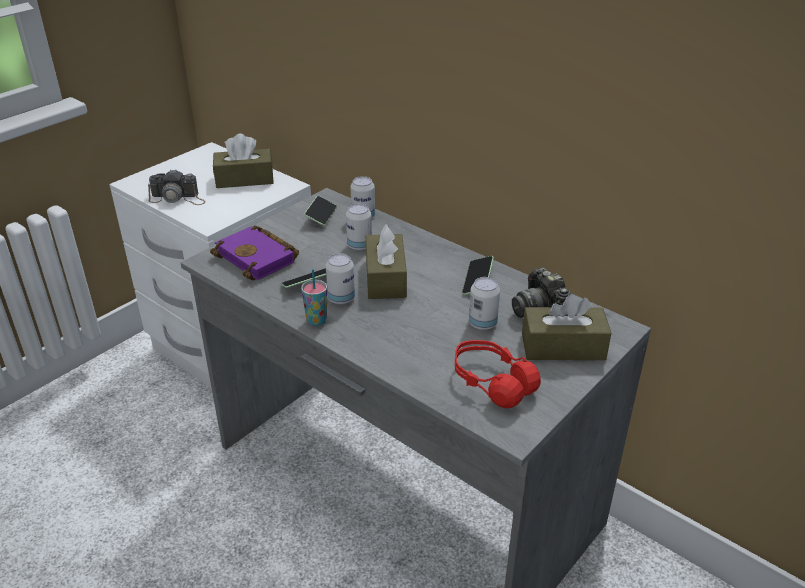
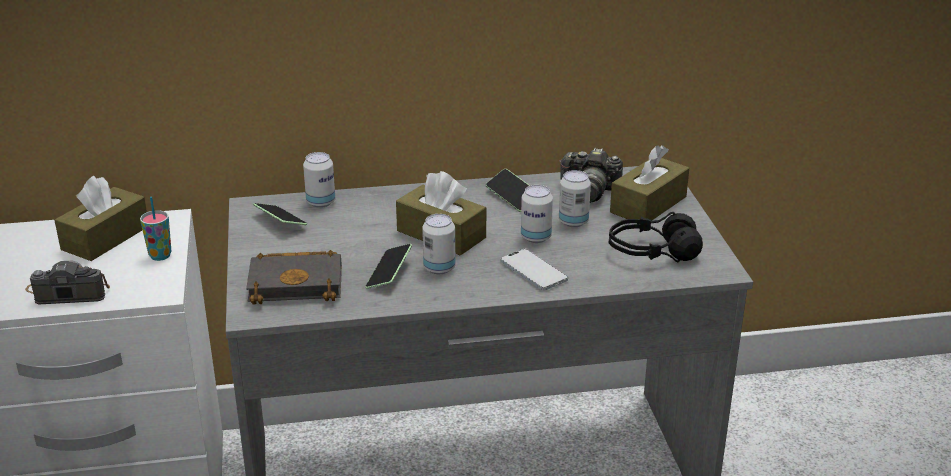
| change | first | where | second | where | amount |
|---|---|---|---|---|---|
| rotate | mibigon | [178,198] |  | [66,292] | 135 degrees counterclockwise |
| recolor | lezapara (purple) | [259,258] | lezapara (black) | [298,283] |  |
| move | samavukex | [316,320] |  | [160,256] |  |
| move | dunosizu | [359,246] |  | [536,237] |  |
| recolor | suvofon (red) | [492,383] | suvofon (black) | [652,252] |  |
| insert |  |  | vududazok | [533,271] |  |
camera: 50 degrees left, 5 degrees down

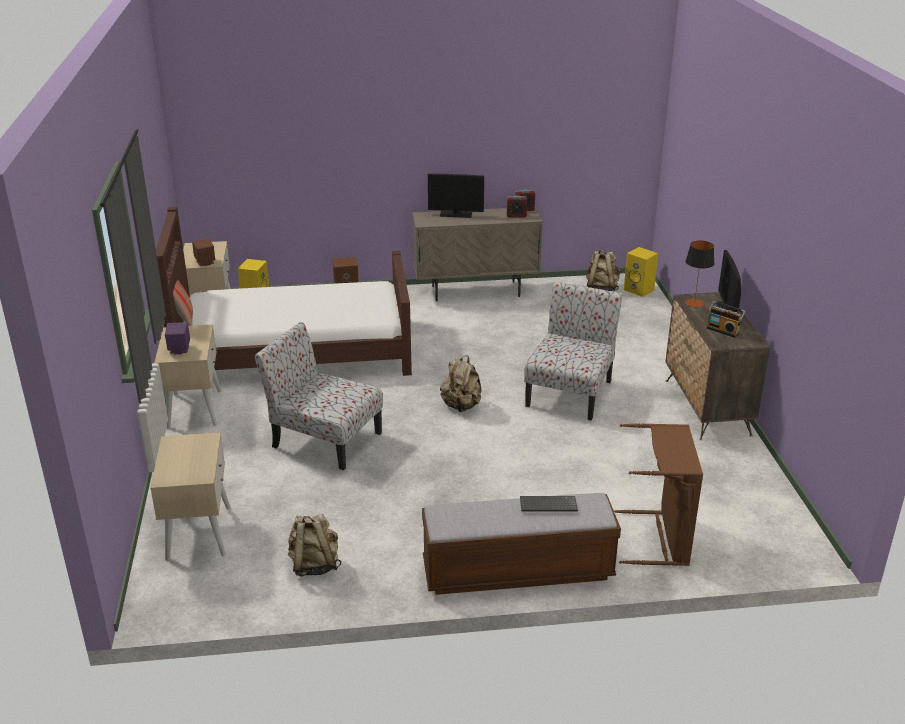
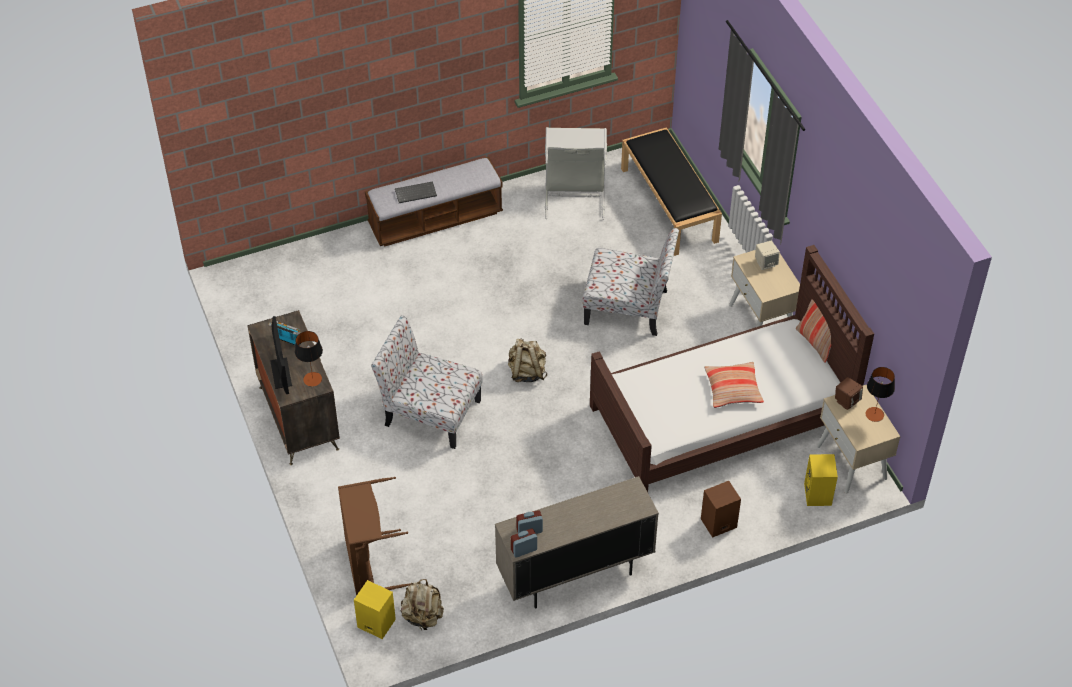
| change | first | where | second | where | amount |
|---|---|---|---|---|---|
| replace | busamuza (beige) | [198,532] | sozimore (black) | [670,205] |  |
| recolor | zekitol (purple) | [179,349] | zekitol (beige) | [765,263] |  |
| replace | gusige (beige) | [314,565] | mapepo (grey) | [574,197] |  |
| delete | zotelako | [456,214] |  |  |  |
| rotate | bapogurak | [570,392] |  | [430,412] | 105 degrees clockwise |
| move | mapepo (brown) | [660,538] |  | [369,564] |  |
| insert |  |  | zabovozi | [733,389] |  |
| insert |  |  | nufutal | [874,414] |  |
camera: 165 degrees right, 20 degrees up

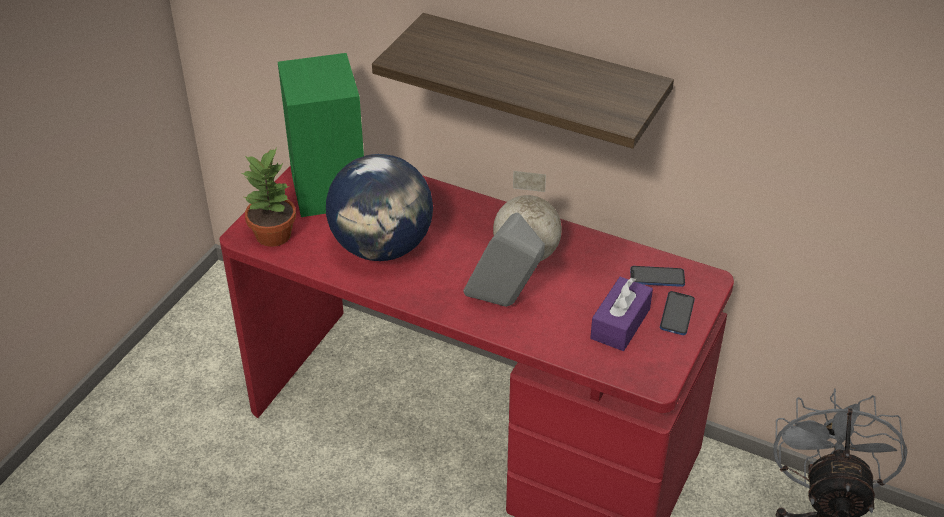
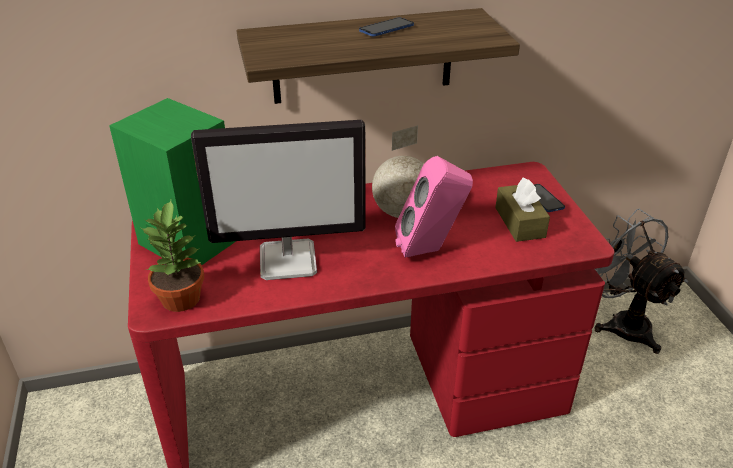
| change | first | where | second | where | amount |
|---|---|---|---|---|---|
| replace | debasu | [382,247] | zotelako | [289,260] |  |
| recolor | zekitol (grey) | [505,303] | zekitol (pink) | [430,250] |  |
| recolor | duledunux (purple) | [620,324] | duledunux (brown) | [519,222] |  |
| move | vududazok | [657,277] |  | [386,29] |  |
camera: 40 degrees left, 5 degrees down

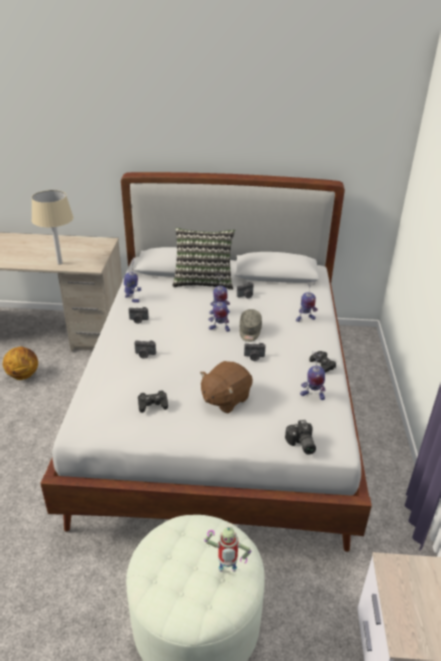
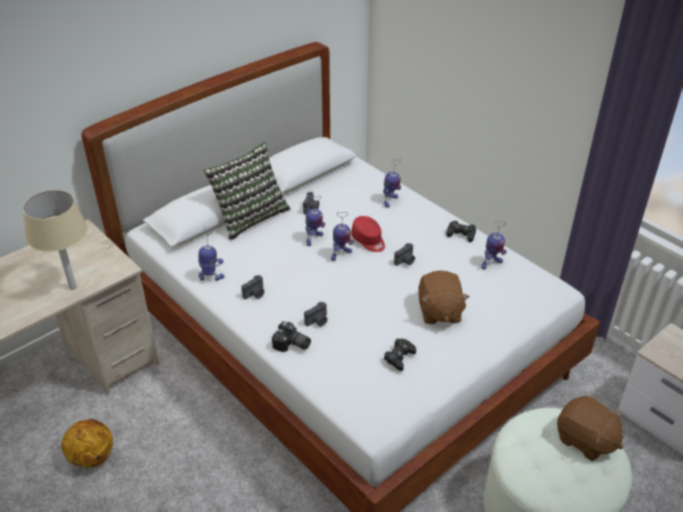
| change | first | where | second | where | amount |
|---|---|---|---|---|---|
| replace | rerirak | [226,572] | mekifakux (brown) | [585,440] |  |
| recolor | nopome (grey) | [250,331] | nopome (red) | [368,240] |  |
| move | mibigon | [301,444] |  | [292,345] |  |
camera: 45 degrees left, 5 degrees up

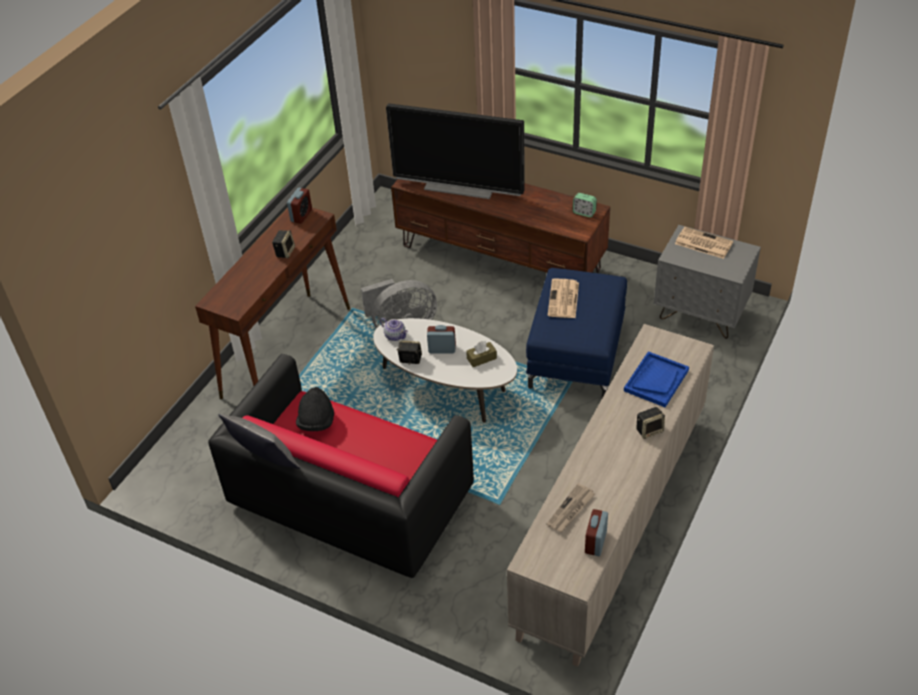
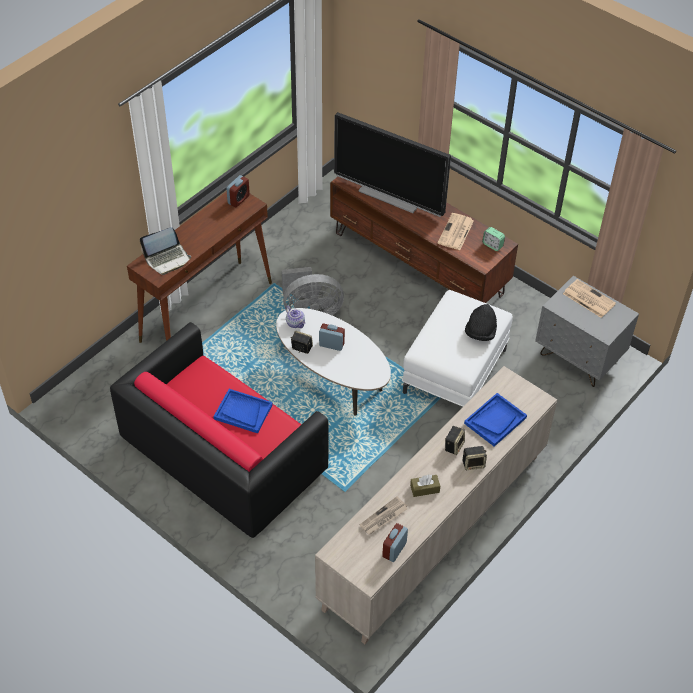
| change | first | where | second | where | amount |
|---|---|---|---|---|---|
| delete | zabovozi (grey) | [264,462] |  |  |  |
| move | zekitol | [285,251] |  | [454,446] |  |
| move | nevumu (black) | [316,422] |  | [480,332] |  |
| move | duledunux (brown) | [481,358] |  | [424,489] |  |
| recolor | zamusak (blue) | [577,355] | zamusak (white) | [455,372] |  |
| move | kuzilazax | [563,299] |  | [455,232] |  |
| insert |  |  | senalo | [167,259] |  |
| insert |  |  | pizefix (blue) | [243,412] |  |
camera: 10 degrees right, 5 degrees up

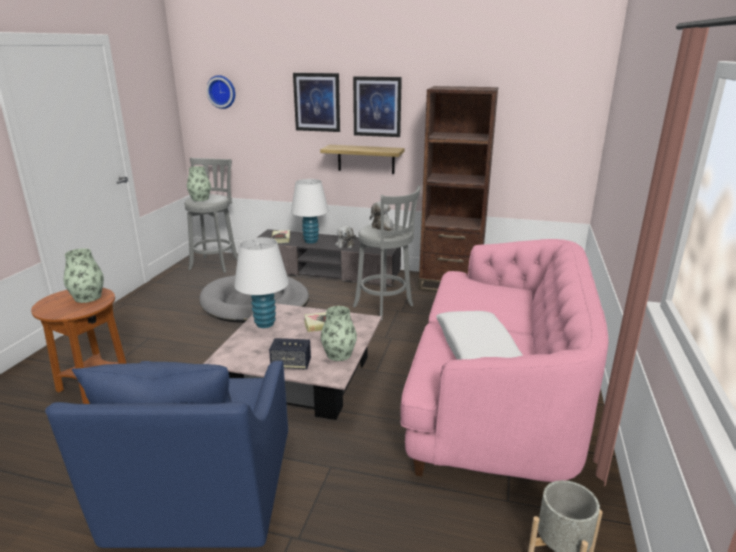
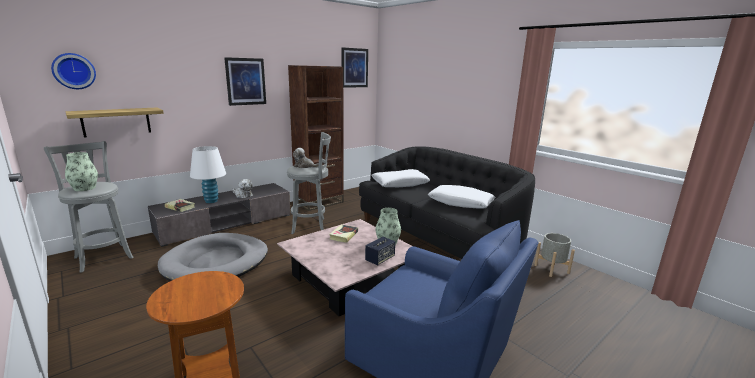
| change | first | where | second | where | amount |
|---|---|---|---|---|---|
| delete | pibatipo | [88,297] |  |  |  |
| delete | nufutal (white) | [265,324] |  |  |  |
| move | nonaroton | [317,102] |  | [354,68] |  |
| move | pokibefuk | [366,159] |  | [116,122] |  |
| recolor | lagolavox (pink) | [495,396] | lagolavox (black) | [437,236] |  |
| insert |  |  | zabovozi (white) | [400,184] |  |
camera: 55 degrees left, 5 degrees down

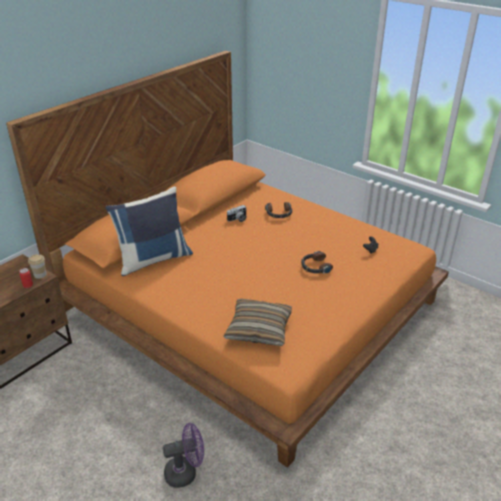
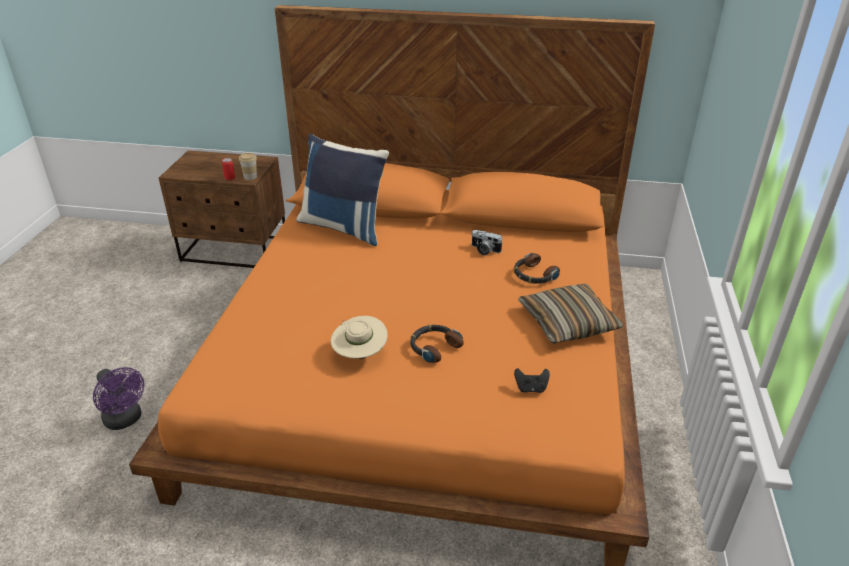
| change | first | where | second | where | amount |
|---|---|---|---|---|---|
| move | zabovozi | [259,329] |  | [568,323] |  |
| insert |  |  | nevumu (beige) | [360,354] |  |
camera: 60 degrees right, 0 degrees up

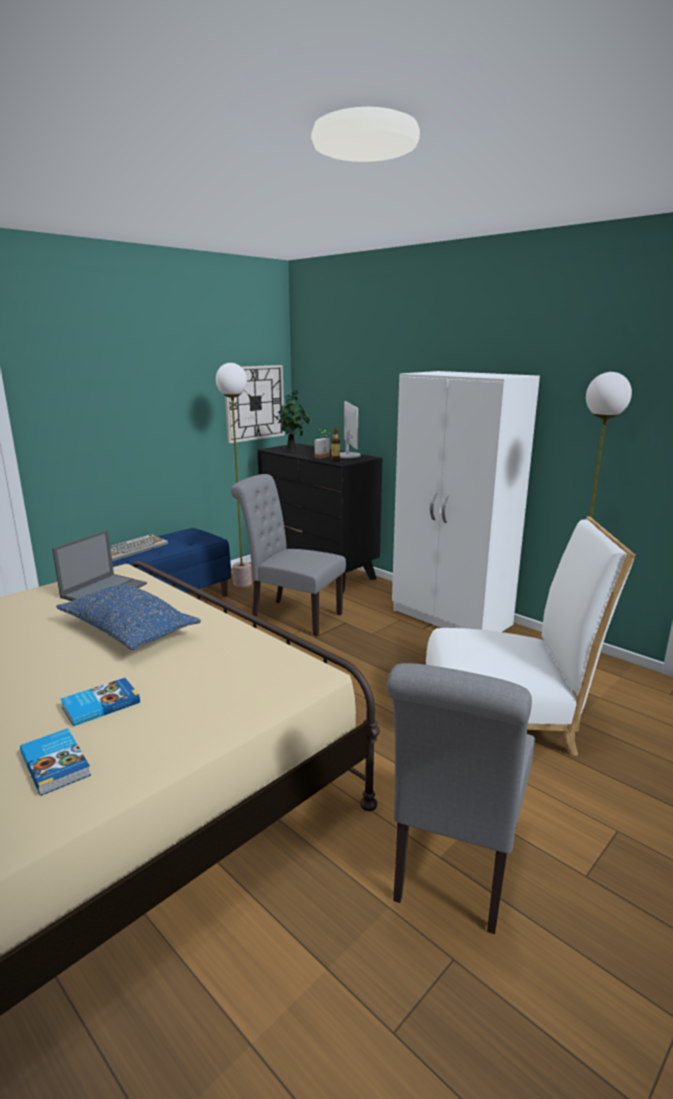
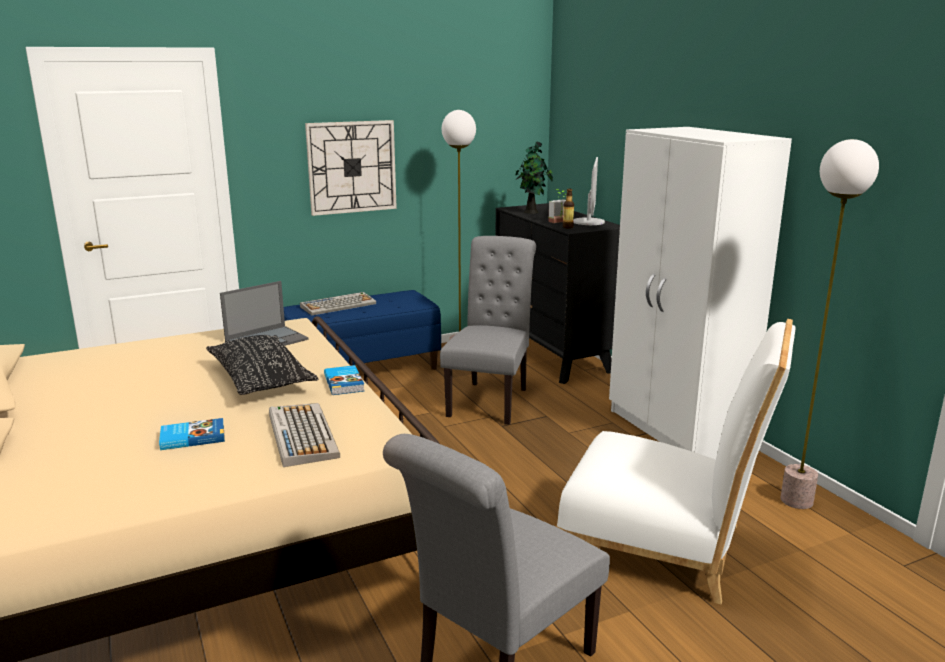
| change | first | where | second | where | amount |
|---|---|---|---|---|---|
| move | lezapara | [57,763] |  | [345,383] |  |
| recolor | zabovozi (blue) | [128,630] | zabovozi (black) | [261,379] |  |
| move | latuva | [254,403] |  | [352,167] |  |
| rotate | bapogurak (grey) | [291,616] |  | [491,400] | 60 degrees clockwise |
| insert |  |  | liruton | [301,435] |  |
camera: 20 degrees right, 0 degrees up

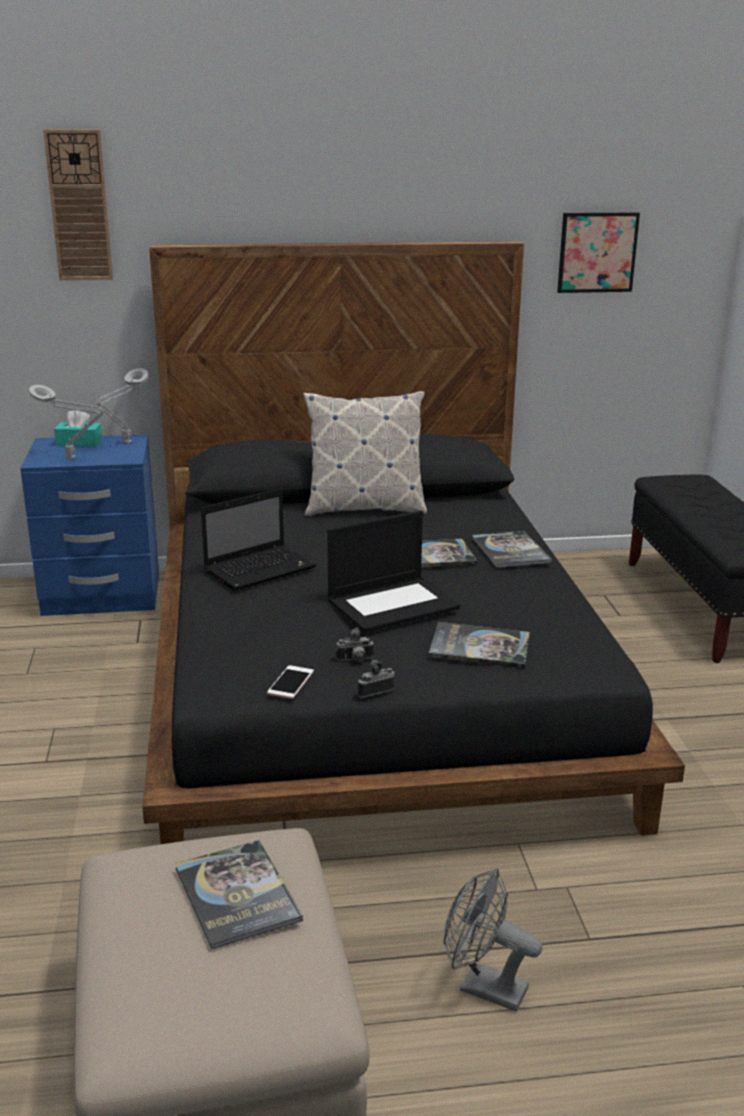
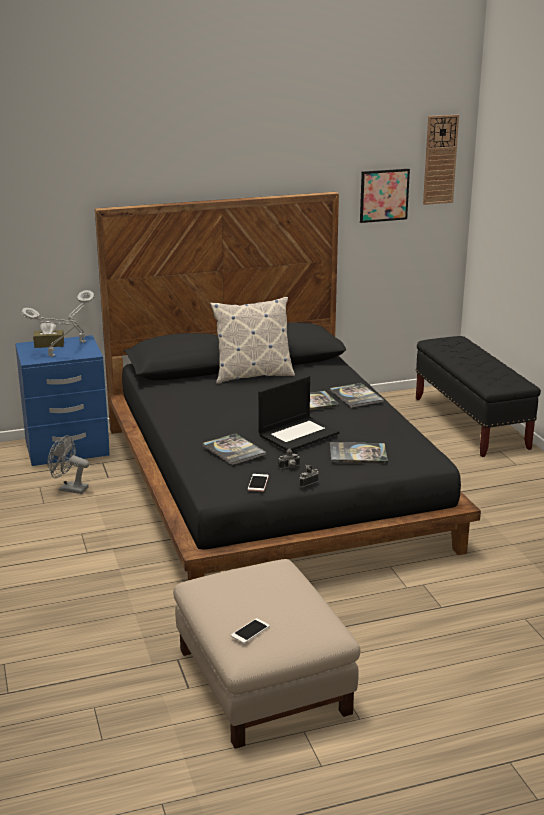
| change | first | where | second | where | amount |
|---|---|---|---|---|---|
| move | latuva | [79,206] |  | [440,159] |  |
| recolor | duledunux (turquoise) | [79,443] | duledunux (brown) | [49,344] |  |
| move | lezapara | [237,894] |  | [234,450] |  |
| delete | senalo | [261,569] |  |  |  |
| move | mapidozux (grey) | [483,987] |  | [69,489] |  |
| insert |  |  | vududazok | [250,631] |  |
camera: 10 degrees left, 0 degrees up

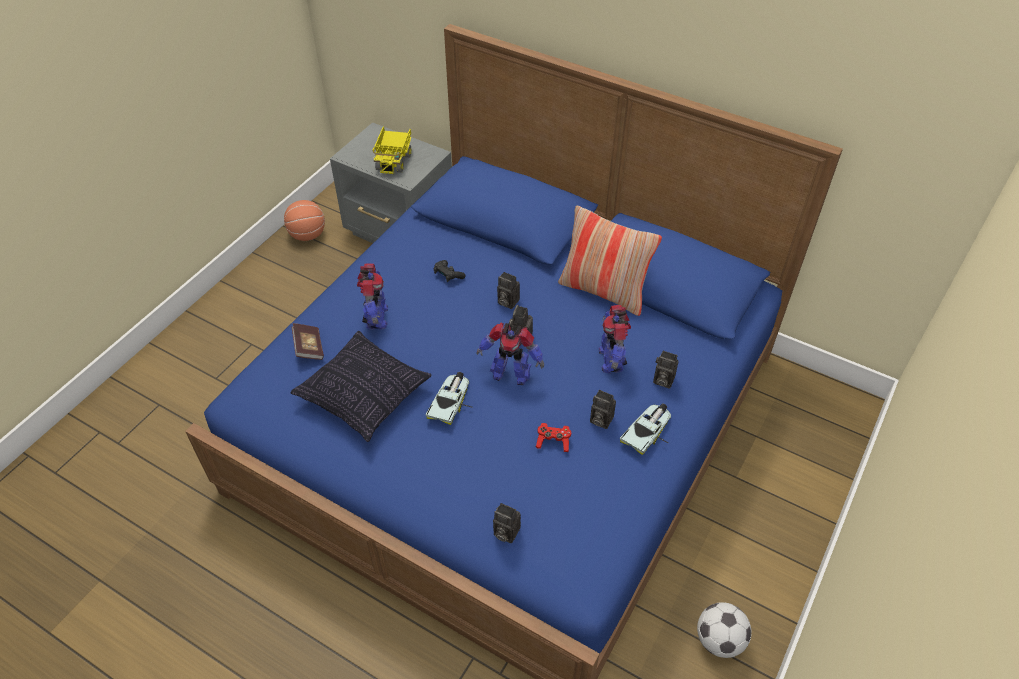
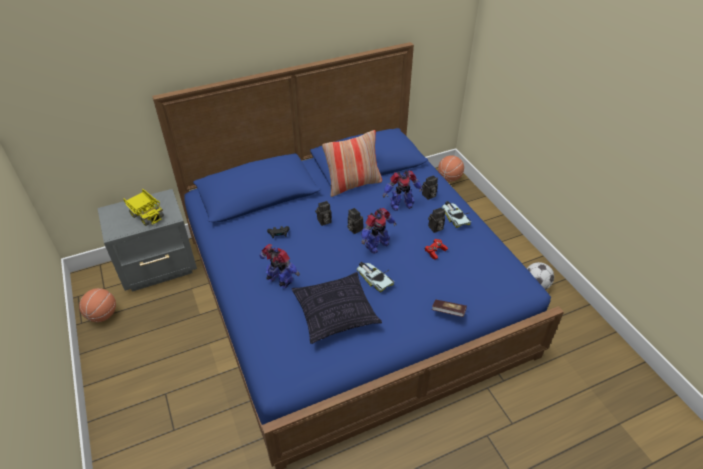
| change | first | where | second | where | amount |
|---|---|---|---|---|---|
| move | lezapara | [309,348] |  | [448,312] |  |
| delete | mibigon | [504,532] |  |  |  |
| rotate | rerirak | [611,359] |  | [401,205] | 45 degrees counterclockwise |
| insert |  |  | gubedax | [449,178] |  |
camera: 55 degrees left, 5 degrees down

